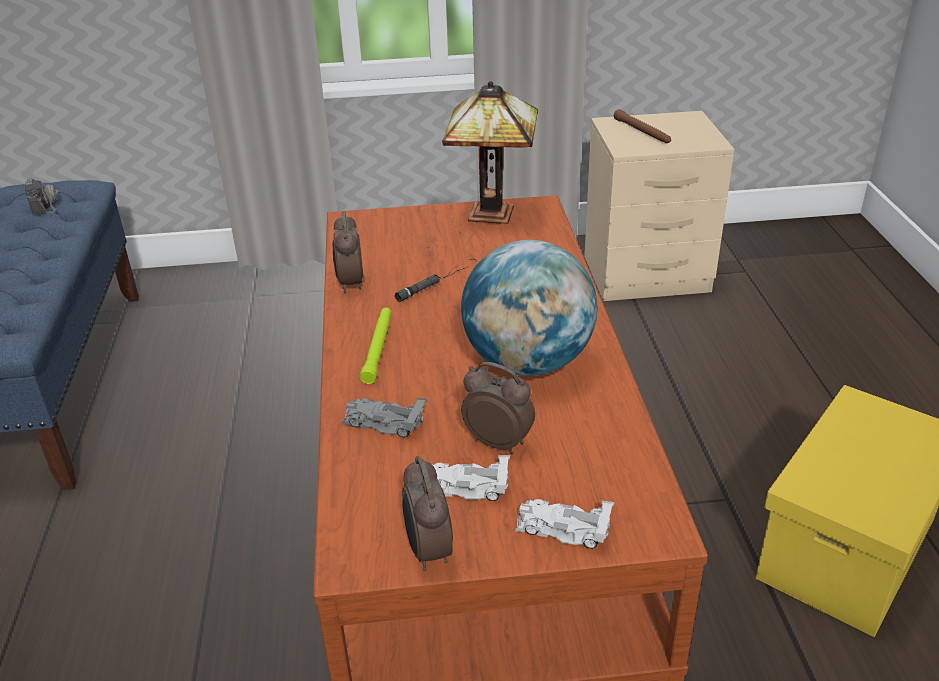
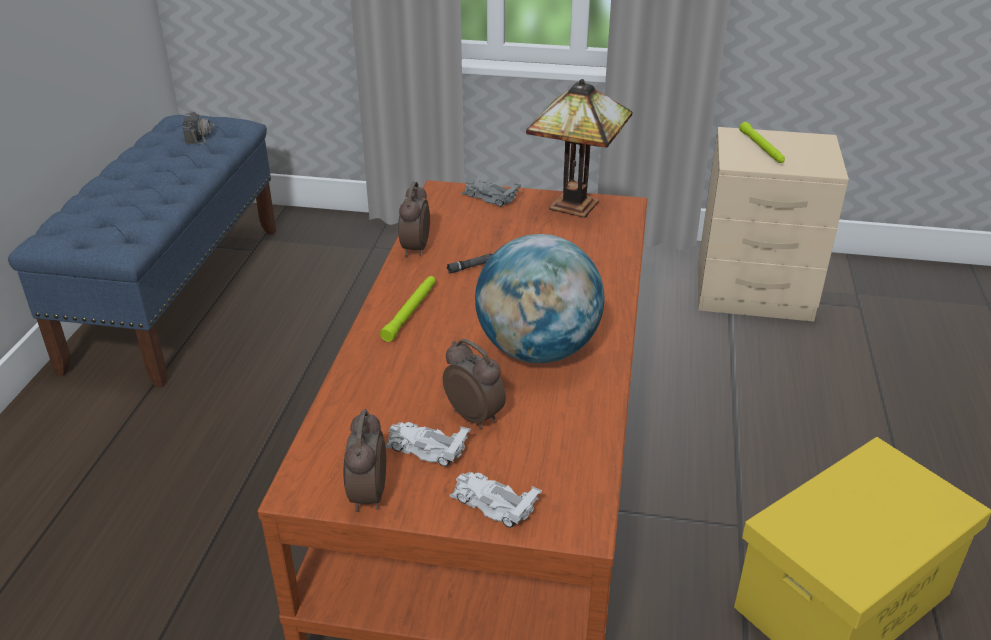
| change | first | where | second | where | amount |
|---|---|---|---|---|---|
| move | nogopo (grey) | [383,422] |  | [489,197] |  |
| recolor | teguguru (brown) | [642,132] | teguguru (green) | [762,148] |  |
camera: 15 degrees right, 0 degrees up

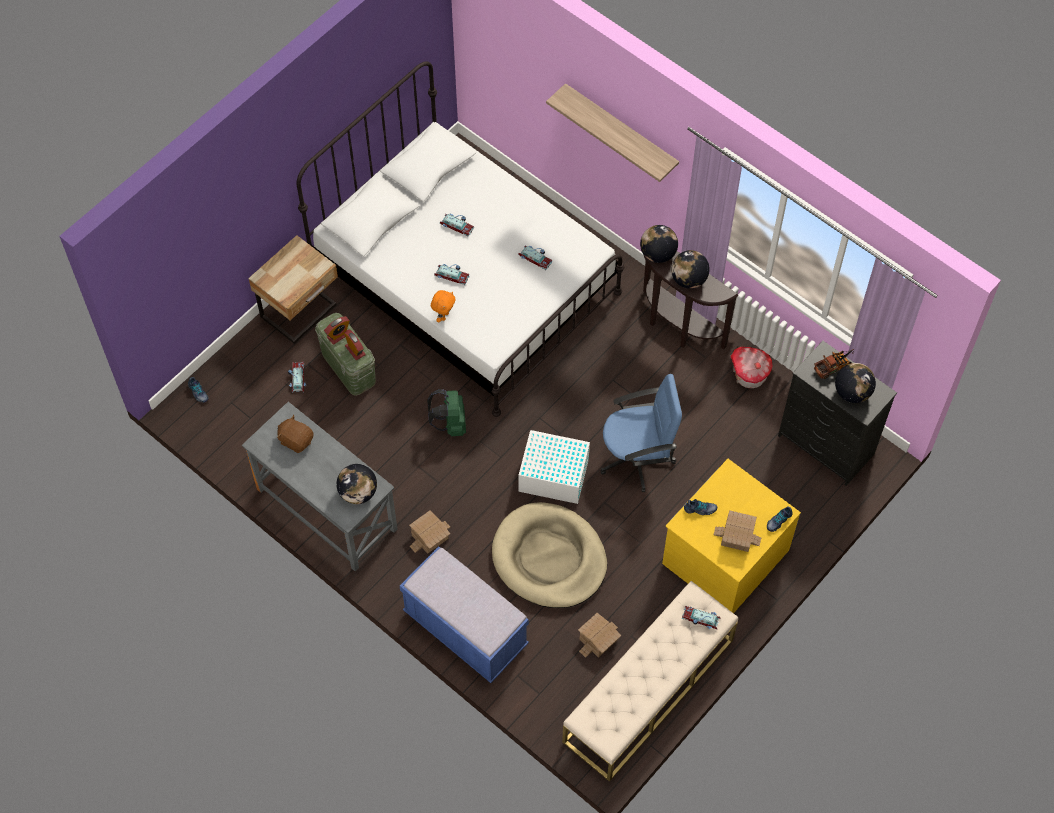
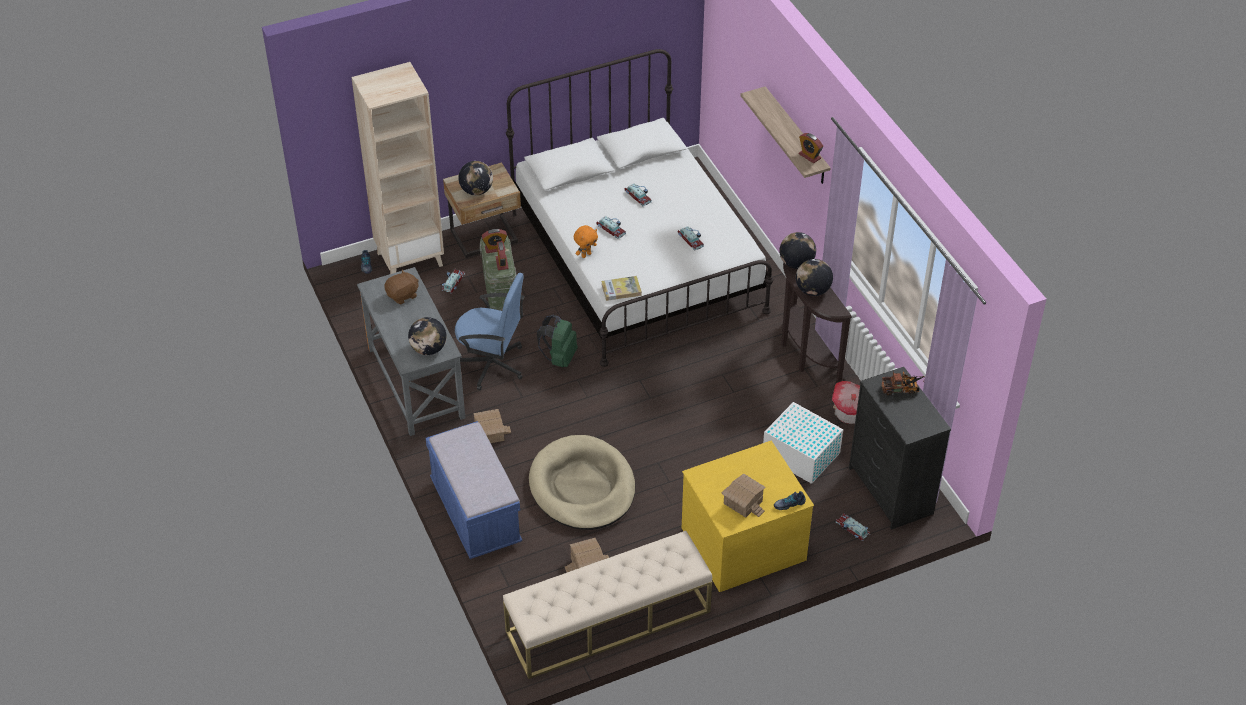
| change | first | where | second | where | amount |
|---|---|---|---|---|---|
| rotate | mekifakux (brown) | [296,440] |  | [403,295] | 90 degrees clockwise |
| move | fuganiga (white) | [552,475] |  | [800,453] |  |
| move | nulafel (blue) | [637,458] |  | [492,364] |  |
| move | nogopo | [701,619] |  | [852,529] |  |
| delete | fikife | [700,509] |  |  |  |
| move | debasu | [852,392] |  | [476,191] |  |
| insert |  |  | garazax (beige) | [410,259] |  |
| insert |  |  | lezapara | [621,290] |  |
| insert |  |  | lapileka | [809,156] |  |
camera: 25 degrees right, 15 degrees down

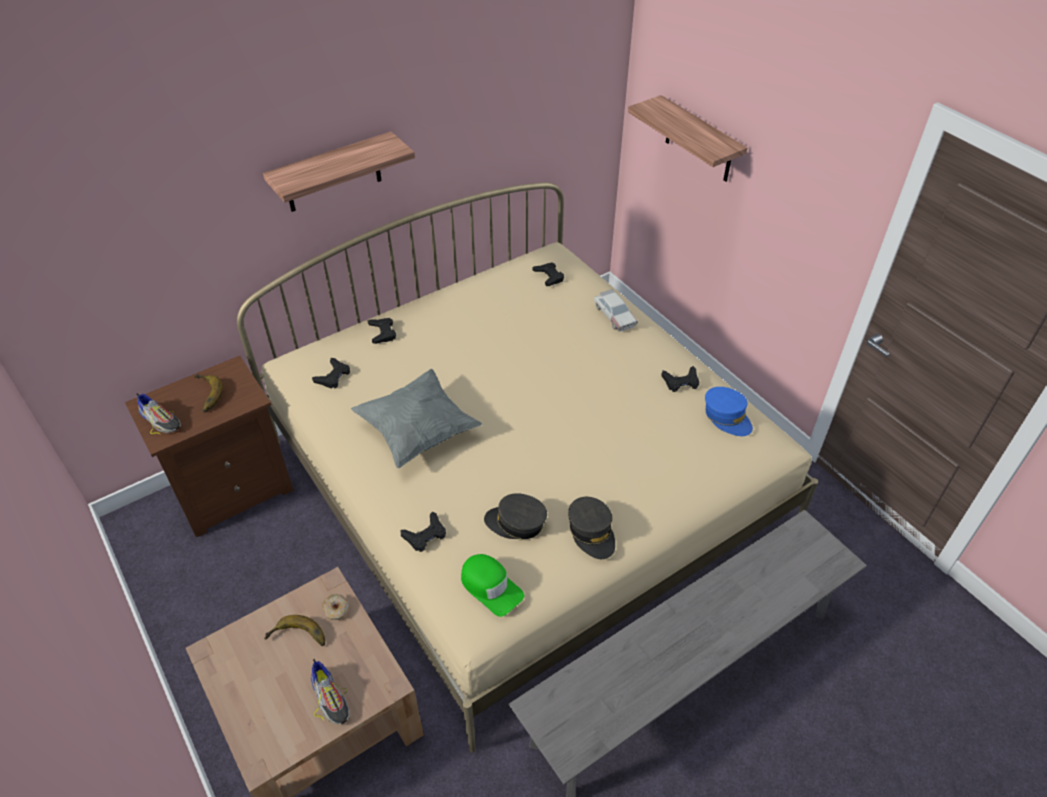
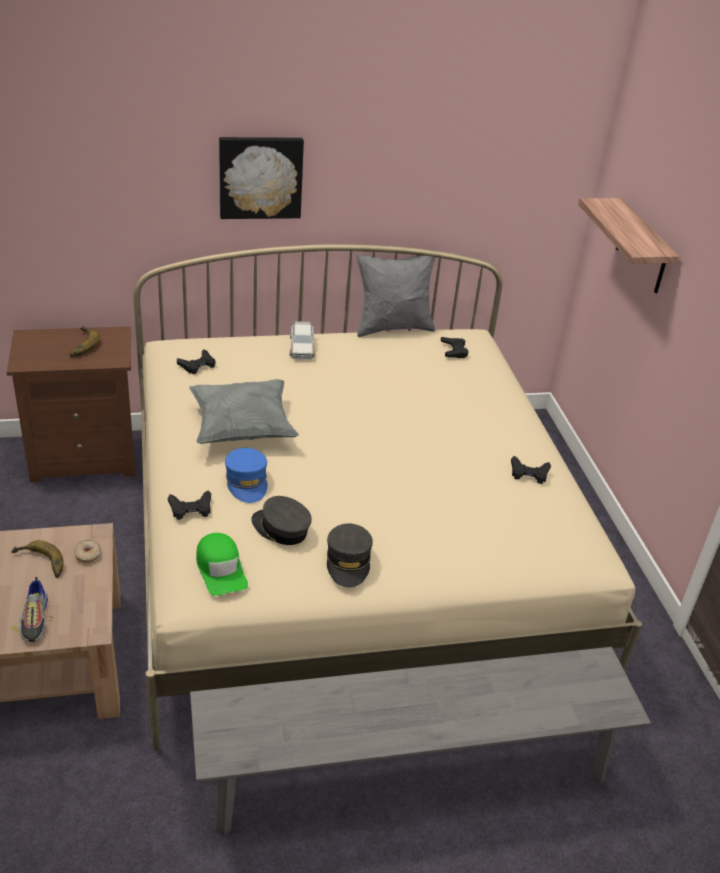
| change | first | where | second | where | amount |
|---|---|---|---|---|---|
| delete | fikife | [160,420] |  |  |  |
| replace | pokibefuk | [333,173] | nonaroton | [260,177] |  |
| delete | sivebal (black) | [382,333] |  |  |  |
| move | nogopo | [614,315] |  | [302,346] |  |
| move | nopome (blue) | [727,417] |  | [247,482] |  |
| insert |  |  | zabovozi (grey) | [393,327] |  |
camera: 20 degrees right, 10 degrees down

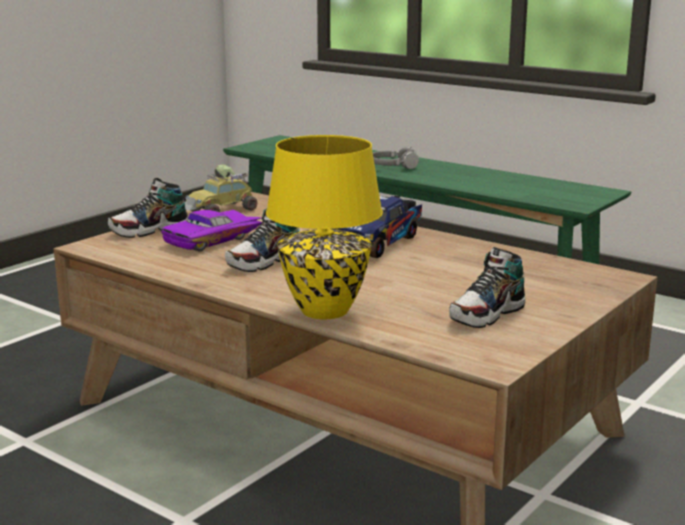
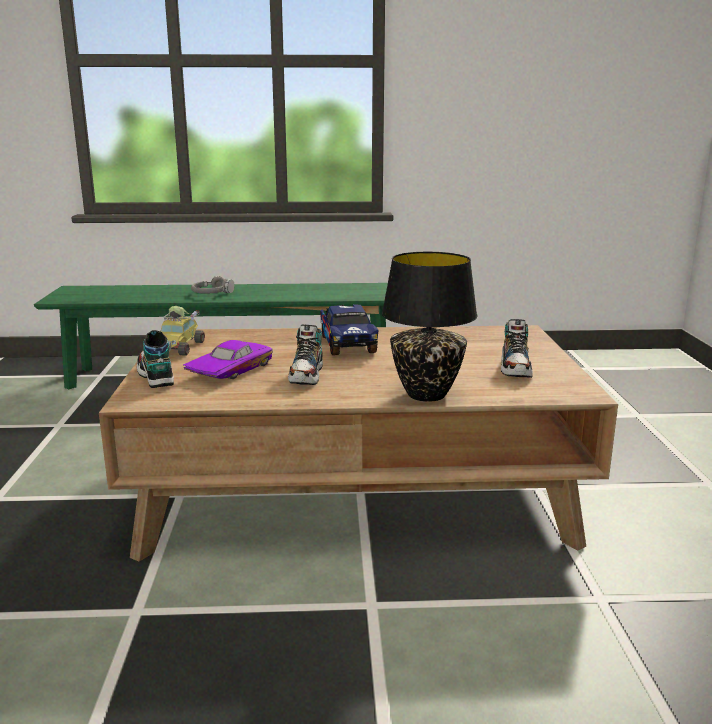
| change | first | where | second | where | amount |
|---|---|---|---|---|---|
| rotate | fikife | [150,230] |  | [155,376] | 135 degrees clockwise |
| rotate | nogopo (purple) | [214,240] |  | [228,370] | 150 degrees counterclockwise |
| recolor | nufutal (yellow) | [326,311] | nufutal (black) | [427,394] |  |
camera: 40 degrees left, 0 degrees up

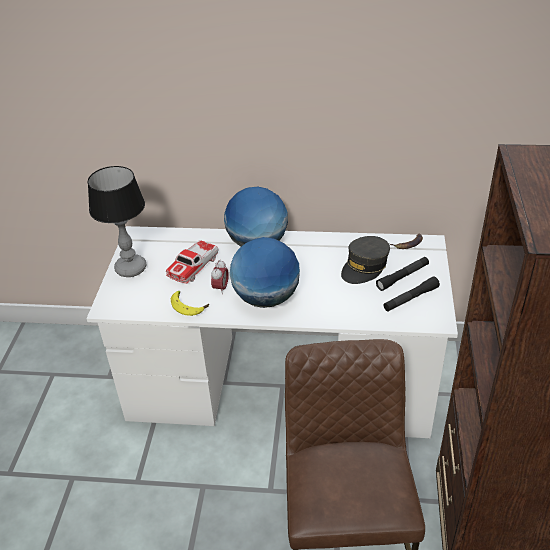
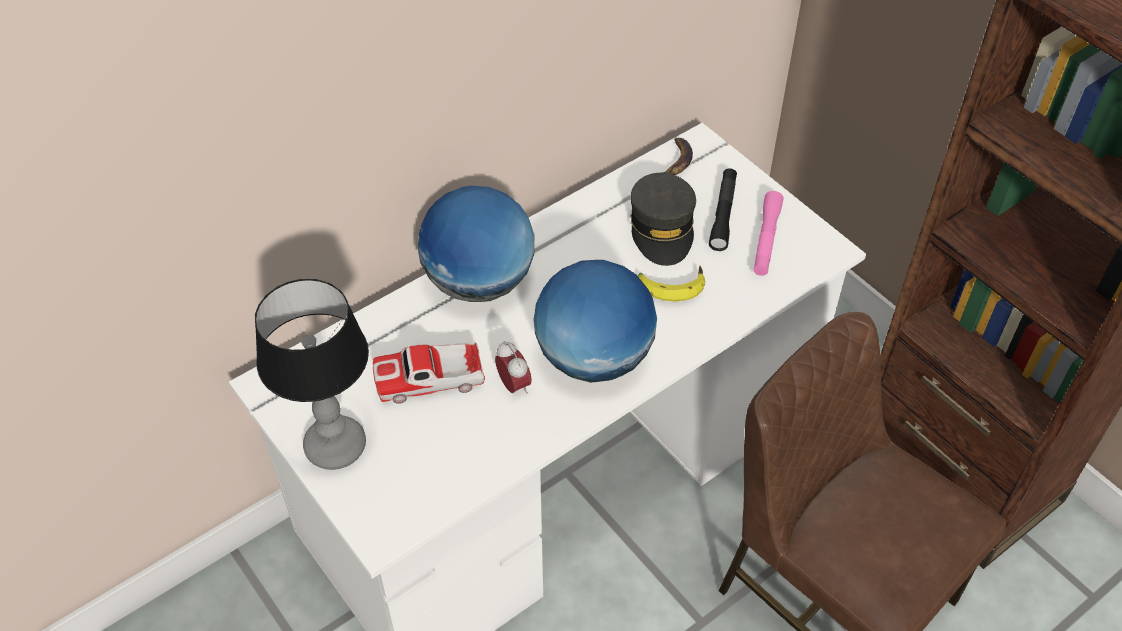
| change | first | where | second | where | amount |
|---|---|---|---|---|---|
| rotate | nogopo | [193,266] |  | [430,378] | 90 degrees clockwise |
| move | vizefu | [189,305] |  | [671,285] |  |
| recolor | teguguru (black) | [410,298] | teguguru (pink) | [766,239] |  |
camera: 45 degrees left, 10 degrees up

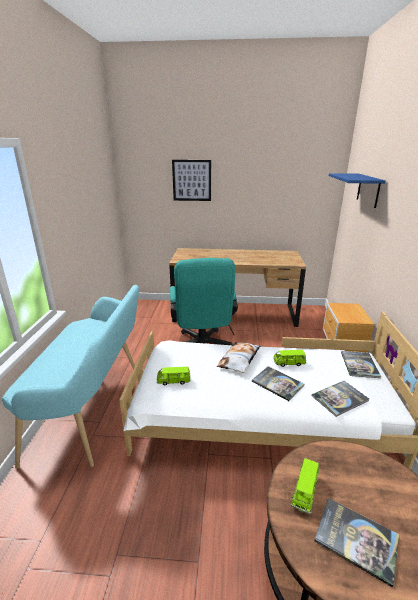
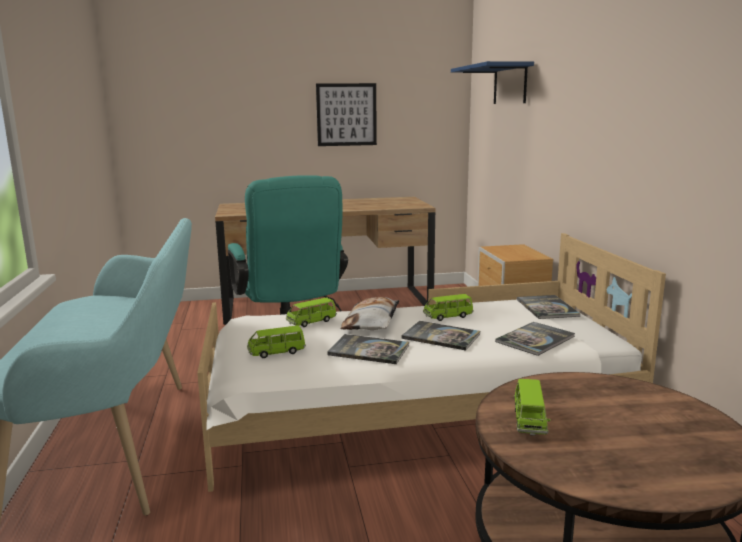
| change | first | where | second | where | amount |
|---|---|---|---|---|---|
| move | nonaroton | [192,180] |  | [346,114] |  |
| move | lezapara | [356,539] |  | [369,350] |  |
| insert |  |  | nogopo (green) | [311,322] |  |
camera: 15 degrees left, 10 degrees down

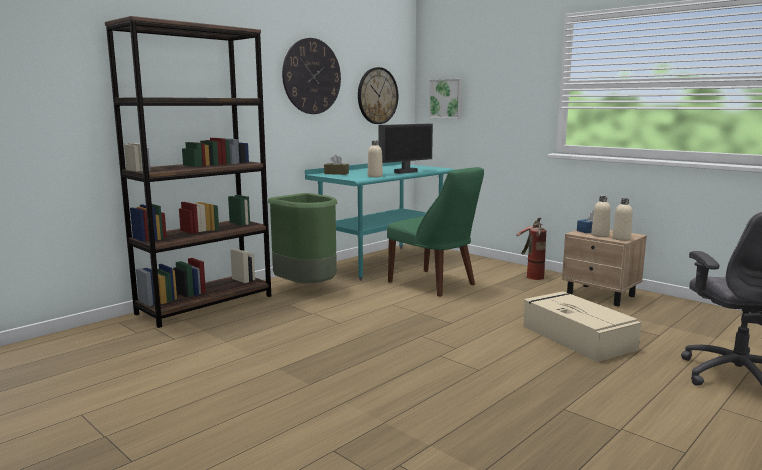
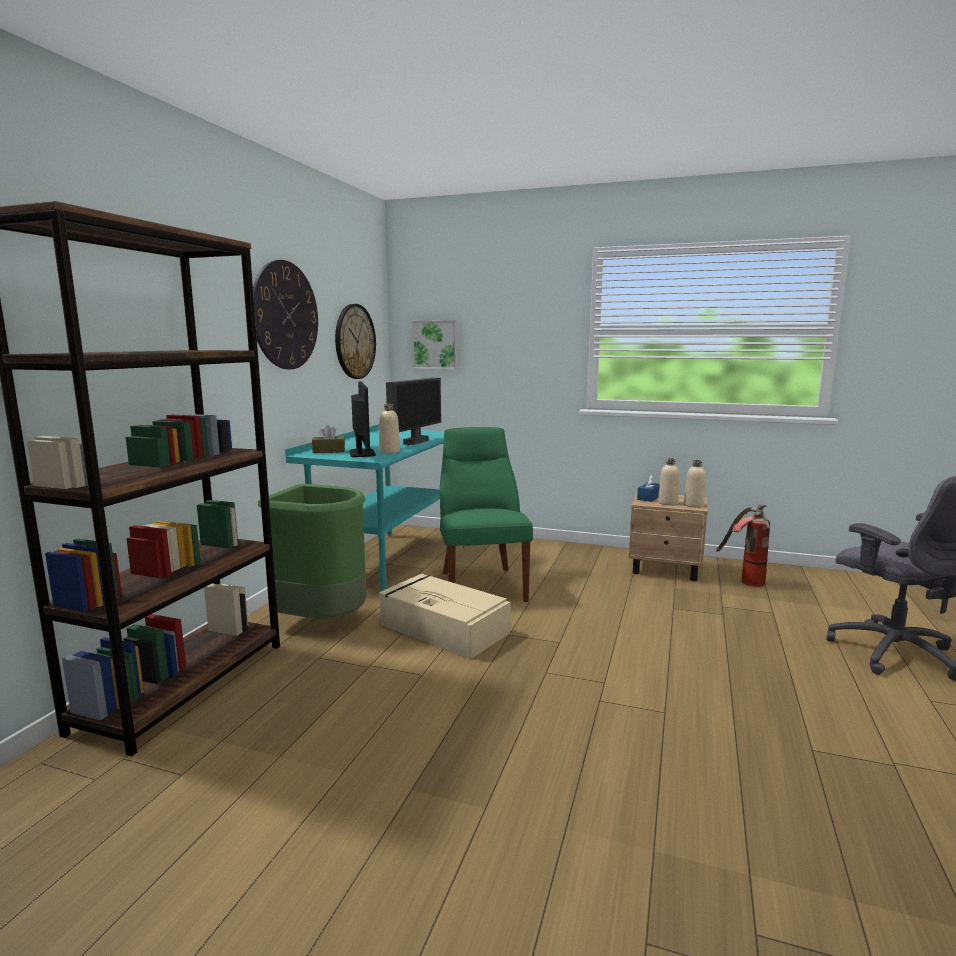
| change | first | where | second | where | amount |
|---|---|---|---|---|---|
| rotate | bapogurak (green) | [434,284] |  | [481,584] | 120 degrees counterclockwise |
| move | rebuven | [530,275] |  | [743,580] |  |
| move | fuganiga (beige) | [576,337] |  | [442,628] |  |
| insert |  |  | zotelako | [362,453] |  |
camera: 25 degrees left, 0 degrees up

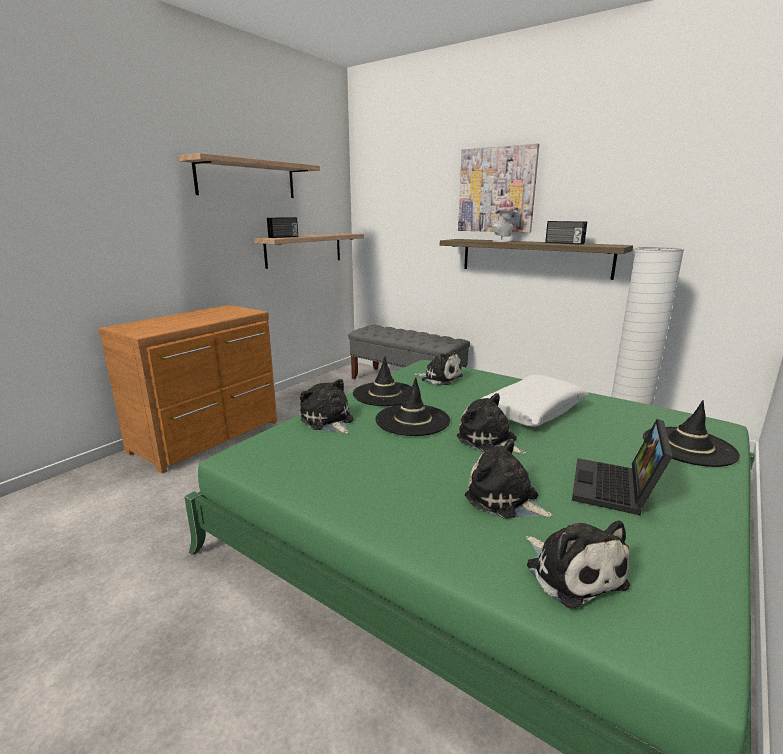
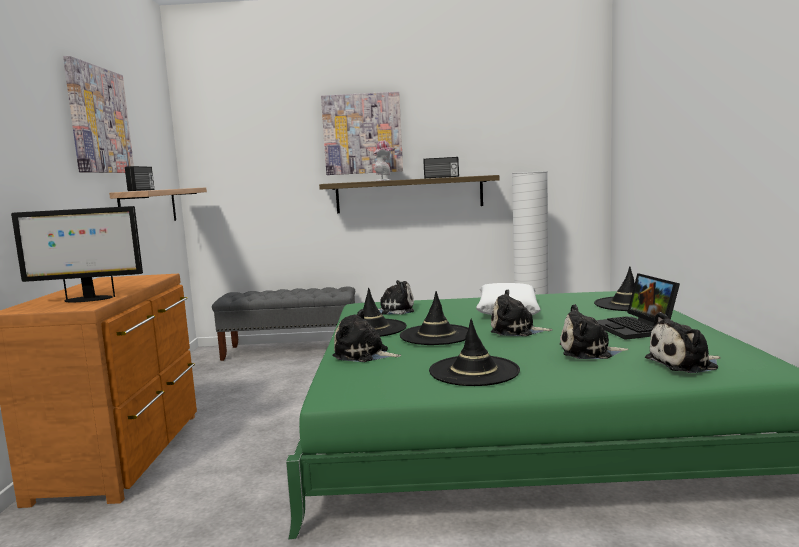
| change | first | where | second | where | amount |
|---|---|---|---|---|---|
| replace | pokibefuk | [247,179] | nonaroton | [99,120] |  |
| rotate | mekifakux | [572,572] |  | [685,363] | 135 degrees clockwise |
| insert |  |  | zotelako | [87,299] |  |
| insert |  |  | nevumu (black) | [474,371] |  |
camera: 35 degrees left, 10 degrees down

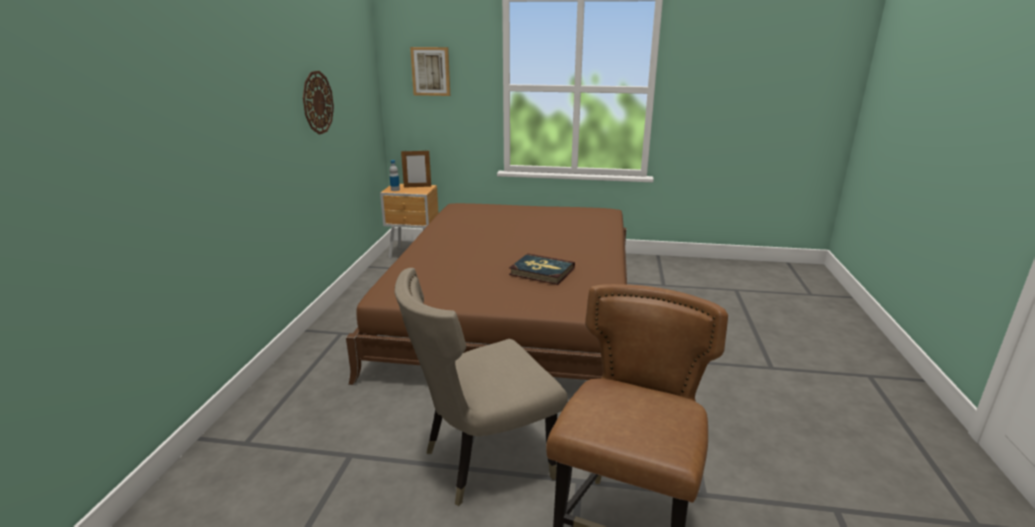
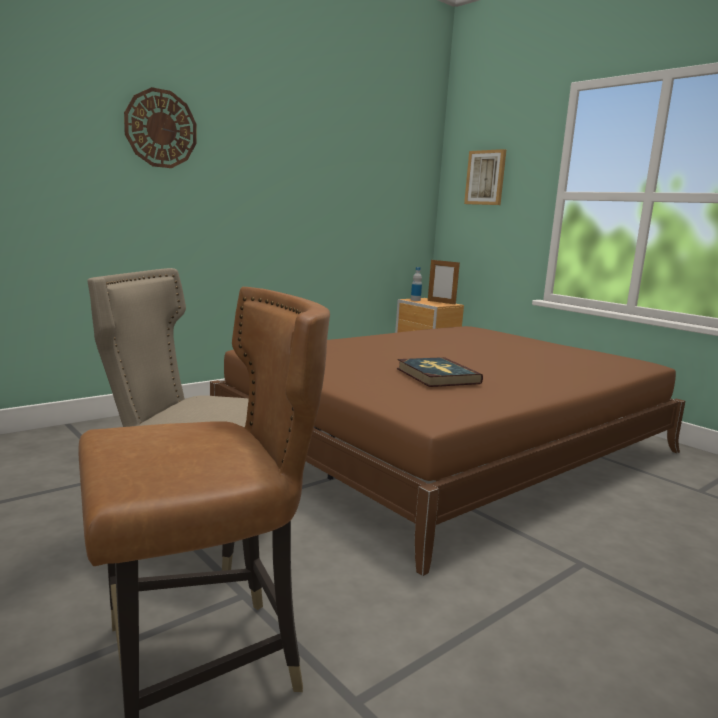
| change | first | where | second | where | amount |
|---|---|---|---|---|---|
| move | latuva | [317,102] |  | [161,128] |  |
camera: 40 degrees right, 10 degrees down

